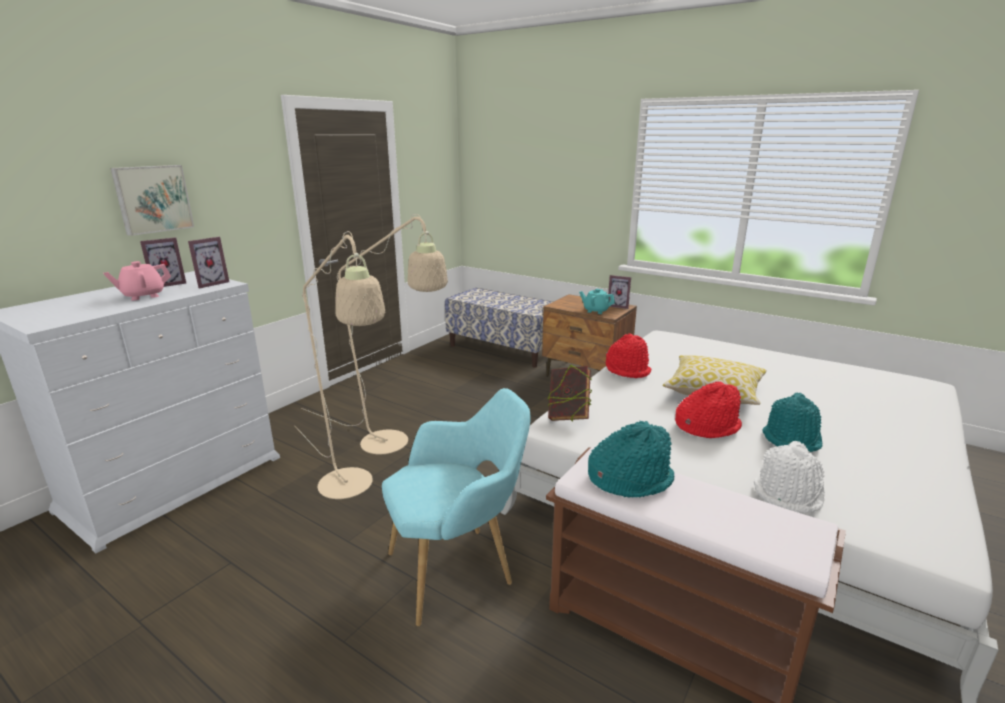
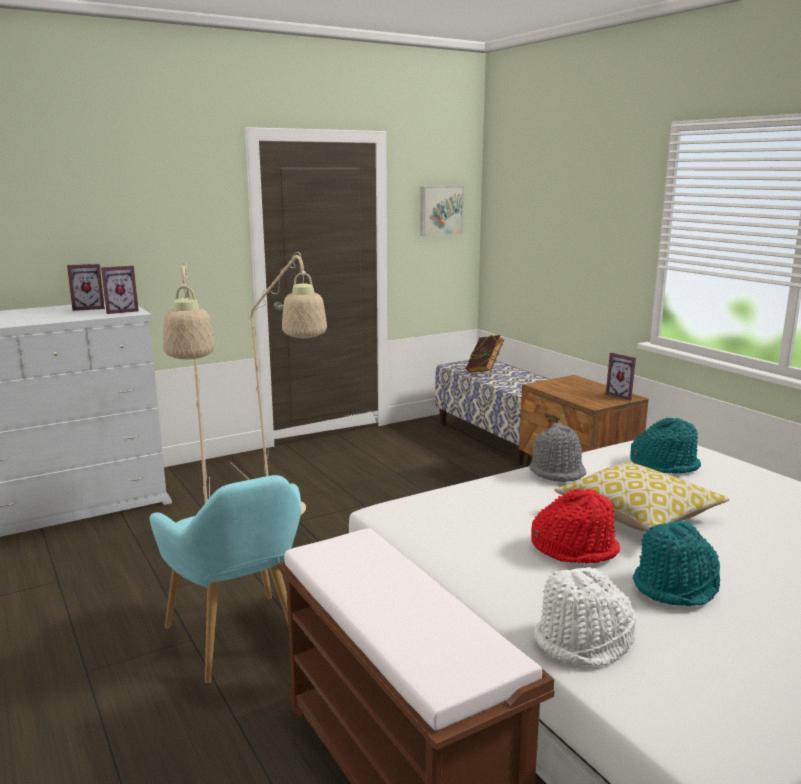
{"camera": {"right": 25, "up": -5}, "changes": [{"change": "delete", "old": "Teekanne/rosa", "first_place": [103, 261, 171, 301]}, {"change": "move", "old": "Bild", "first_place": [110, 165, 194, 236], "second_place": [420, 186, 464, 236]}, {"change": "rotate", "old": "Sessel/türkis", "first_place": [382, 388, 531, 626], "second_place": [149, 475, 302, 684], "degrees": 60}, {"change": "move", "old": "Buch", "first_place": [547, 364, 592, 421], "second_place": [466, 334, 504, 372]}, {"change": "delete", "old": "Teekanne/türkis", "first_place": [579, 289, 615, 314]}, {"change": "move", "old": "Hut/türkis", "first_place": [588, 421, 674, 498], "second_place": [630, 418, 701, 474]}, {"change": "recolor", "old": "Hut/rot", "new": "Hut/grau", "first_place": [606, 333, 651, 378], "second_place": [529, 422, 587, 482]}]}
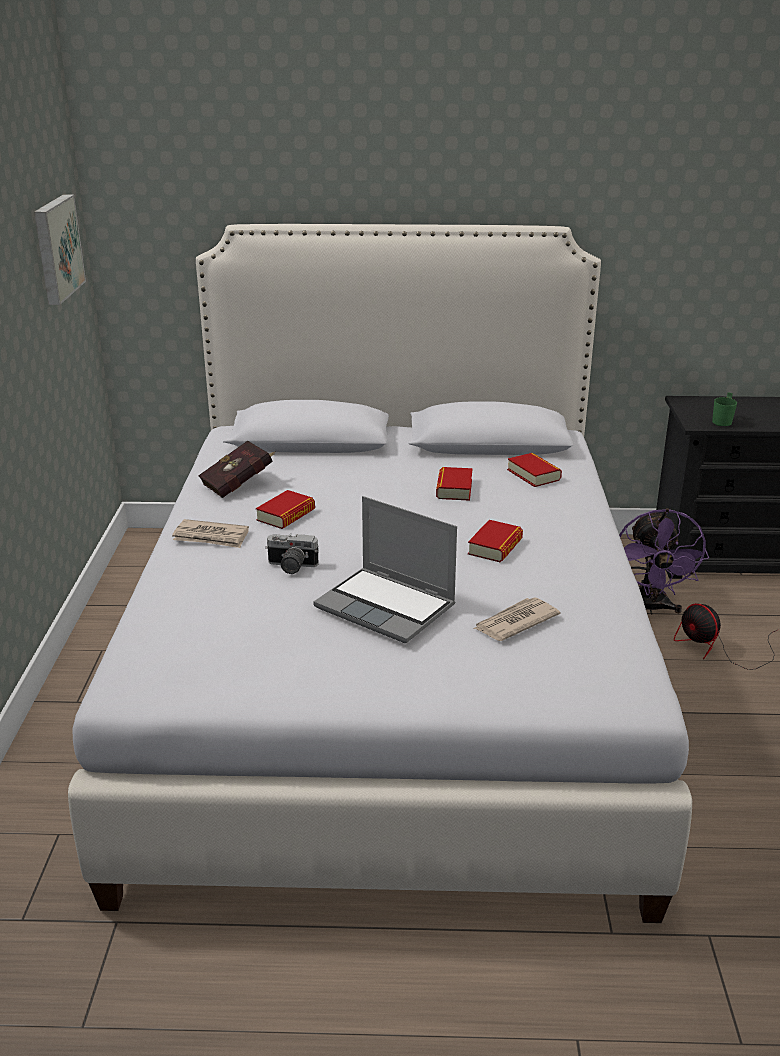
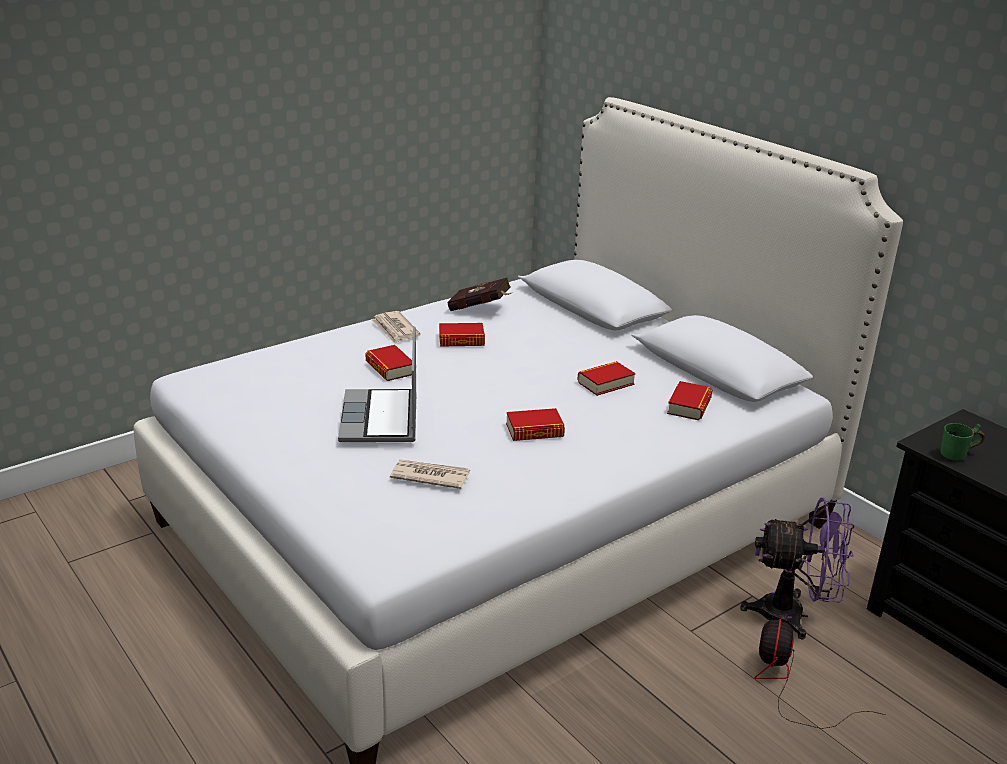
{"camera": {"right": 50, "up": 0}, "changes": [{"change": "delete", "old": "Bild", "first_place": [34, 194, 86, 305]}, {"change": "replace", "old": "Kamera", "new": "Buch", "first_place": [265, 534, 319, 574], "second_place": [365, 345, 412, 381]}, {"change": "rotate", "old": "Ventilator/lila", "first_place": [619, 509, 709, 615], "second_place": [740, 498, 854, 640], "degrees": -135}]}
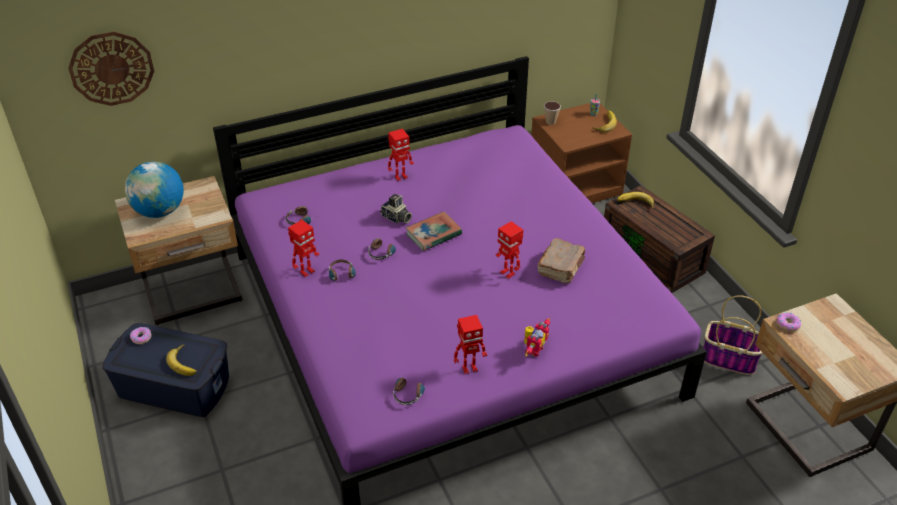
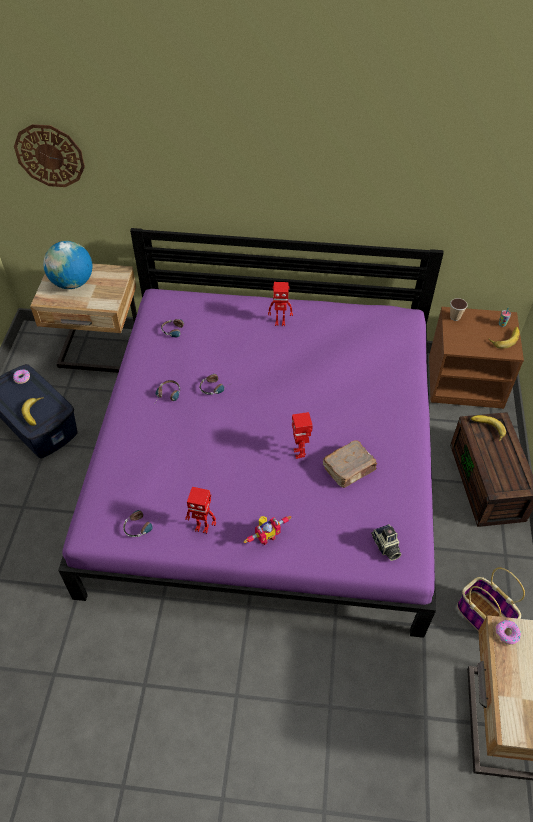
{"camera": {"right": 30, "up": 10}, "changes": [{"change": "delete", "old": "Spielzeugroboter", "first_place": [288, 220, 319, 277]}, {"change": "move", "old": "Kamera", "first_place": [380, 194, 412, 224], "second_place": [371, 524, 402, 561]}, {"change": "delete", "old": "Buch", "first_place": [406, 211, 462, 251]}]}
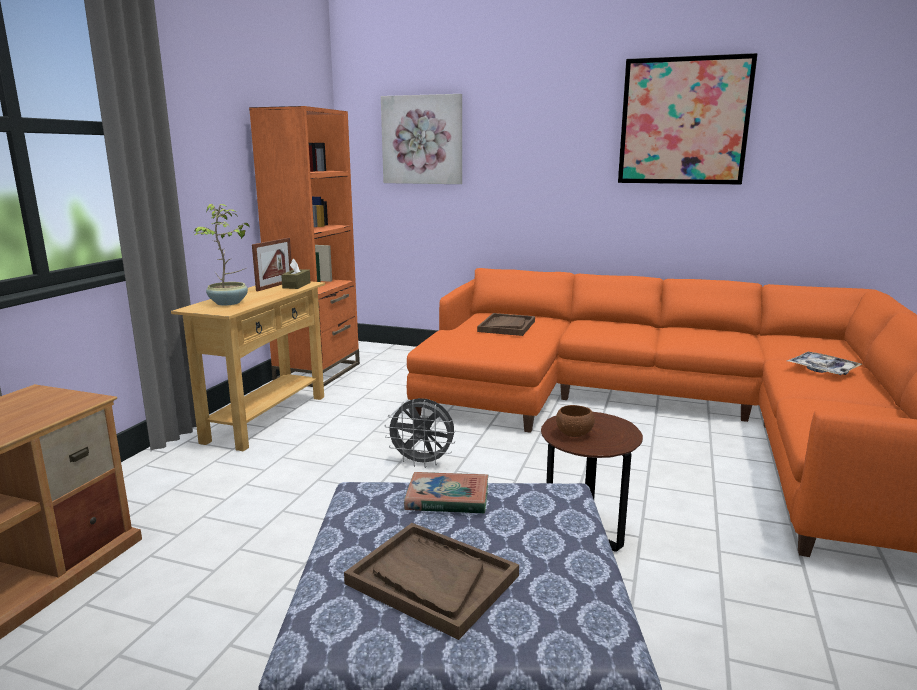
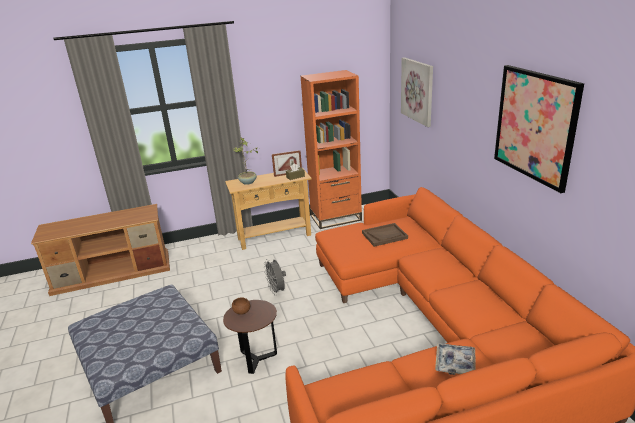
{"camera": {"right": 55, "up": 10}, "changes": [{"change": "delete", "old": "Tablett/braun", "first_place": [344, 523, 519, 640]}, {"change": "delete", "old": "Buch", "first_place": [404, 472, 488, 514]}]}
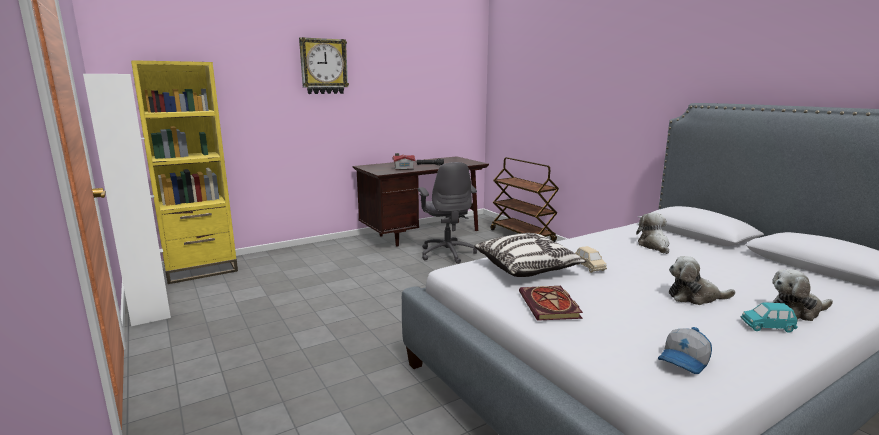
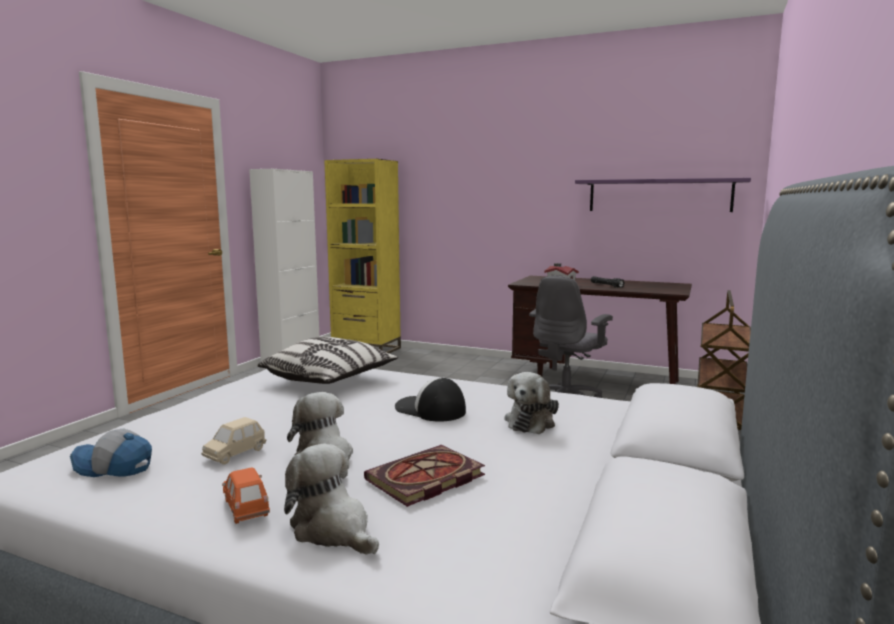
{"camera": {"right": 55, "up": -5}, "changes": [{"change": "delete", "old": "Wanduhr", "first_place": [299, 37, 349, 94]}, {"change": "move", "old": "Buch", "first_place": [519, 286, 583, 321], "second_place": [364, 445, 485, 507]}, {"change": "move", "old": "Spielzeugauto/beige", "first_place": [575, 246, 607, 273], "second_place": [201, 417, 266, 465]}, {"change": "rotate", "old": "Plüschtier", "first_place": [636, 213, 669, 254], "second_place": [505, 372, 559, 434], "degrees": 150}, {"change": "recolor", "old": "Spielzeugauto/türkis", "new": "Spielzeugauto/orange", "first_place": [741, 302, 798, 333], "second_place": [222, 467, 270, 524]}, {"change": "insert", "new": "Kappe", "second_place": [395, 378, 466, 421]}, {"change": "insert", "new": "Wandregal/lila", "second_place": [575, 178, 751, 212]}]}
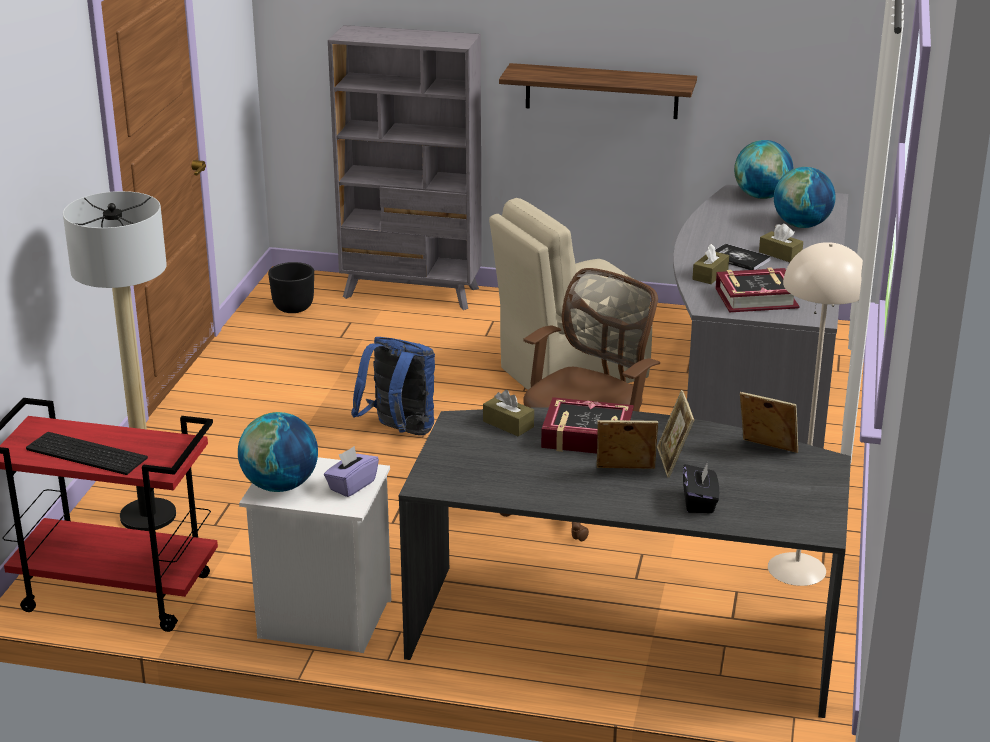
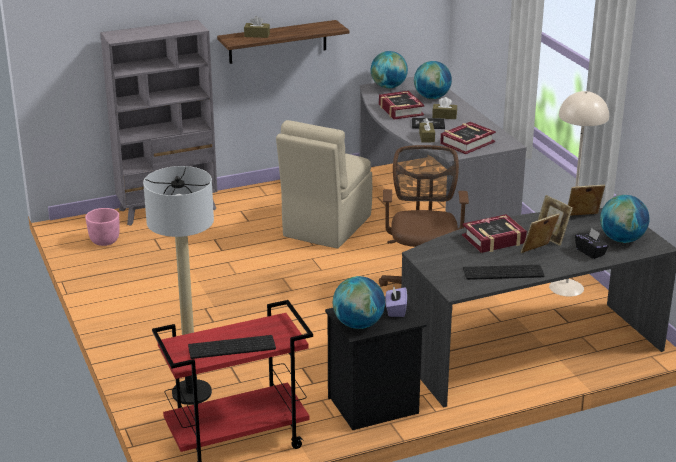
{"camera": {"right": -35, "up": 0}, "changes": [{"change": "recolor", "old": "Nachttisch/weiß", "new": "Nachttisch/schwarz", "first_place": [239, 457, 391, 653], "second_place": [325, 296, 427, 430]}, {"change": "recolor", "old": "Pflanzkübel/schwarz", "new": "Pflanzkübel/rosa", "first_place": [268, 262, 314, 313], "second_place": [85, 208, 120, 246]}, {"change": "delete", "old": "Rucksack/blau", "first_place": [351, 337, 435, 435]}, {"change": "move", "old": "Taschentuchbox/braun", "first_place": [483, 390, 534, 436], "second_place": [244, 16, 270, 38]}, {"change": "insert", "new": "Buch", "second_place": [379, 91, 424, 120]}, {"change": "insert", "new": "Tastatur", "second_place": [463, 265, 545, 280]}, {"change": "insert", "new": "Globus", "second_place": [600, 195, 649, 243]}]}
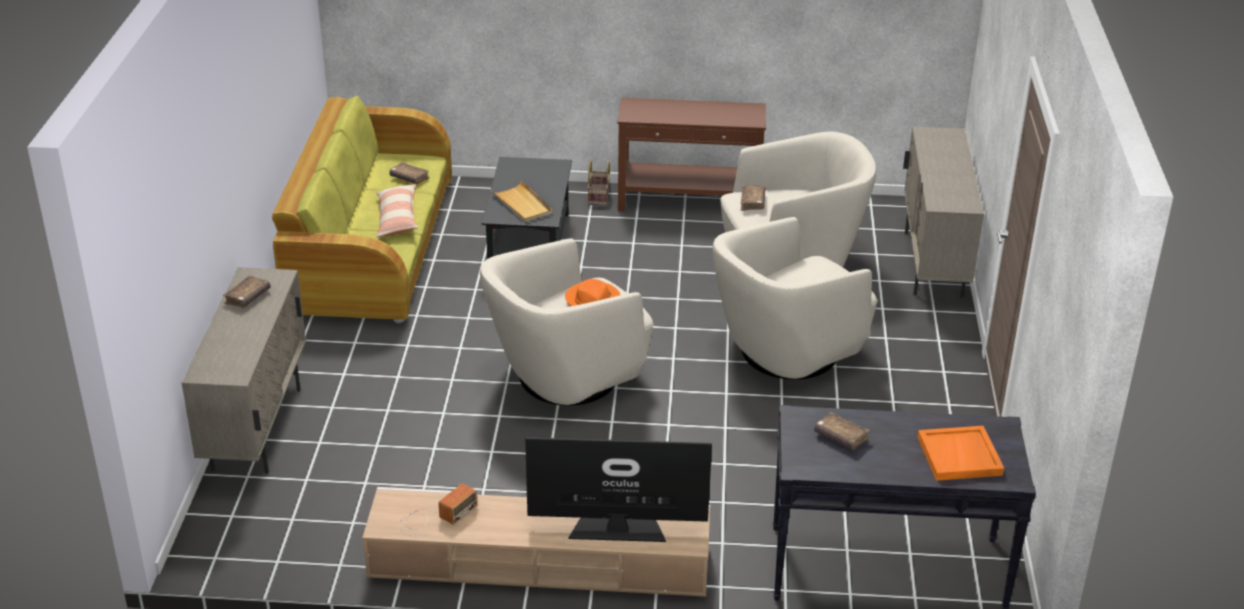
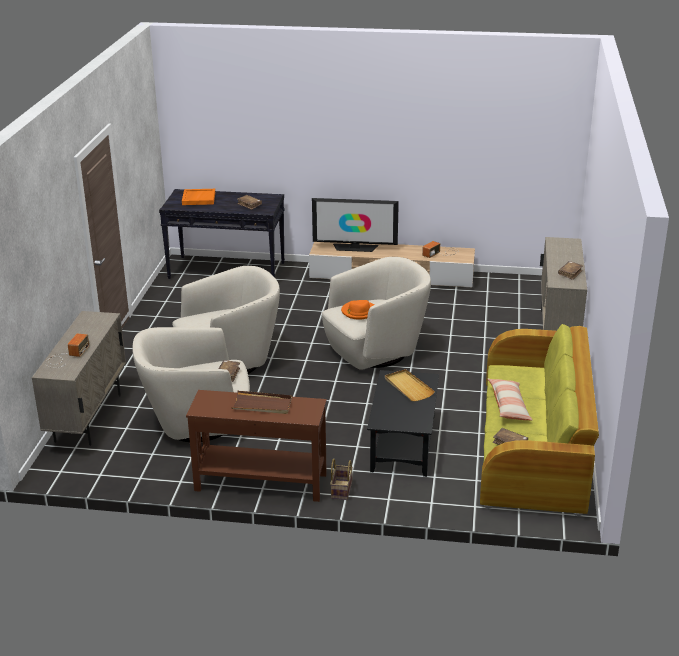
{"camera": {"right": -175, "up": -5}, "changes": [{"change": "insert", "new": "Radio", "second_place": [45, 333, 89, 368]}, {"change": "insert", "new": "Tablett/braun", "second_place": [231, 391, 292, 414]}]}
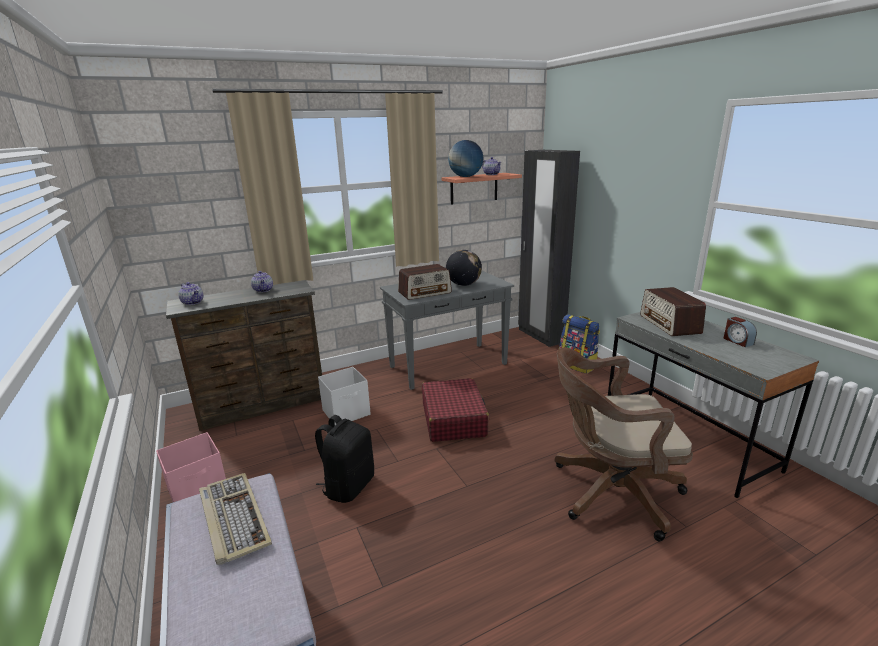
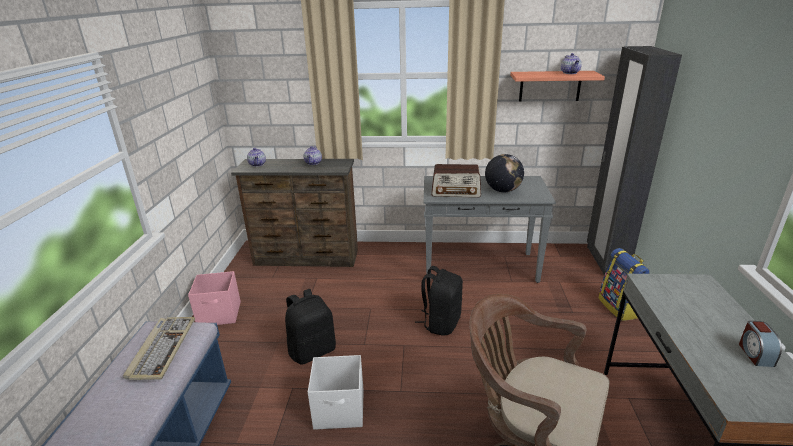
{"camera": {"right": 30, "up": 5}, "changes": [{"change": "move", "old": "Aufbewahrungsbox/weiß", "first_place": [318, 367, 371, 425], "second_place": [308, 355, 364, 430]}, {"change": "replace", "old": "Koffer/rot", "new": "Rucksack/schwarz", "first_place": [422, 378, 489, 442], "second_place": [415, 266, 463, 336]}, {"change": "delete", "old": "Globus", "first_place": [448, 140, 483, 177]}, {"change": "delete", "old": "Radio", "first_place": [640, 287, 706, 336]}]}
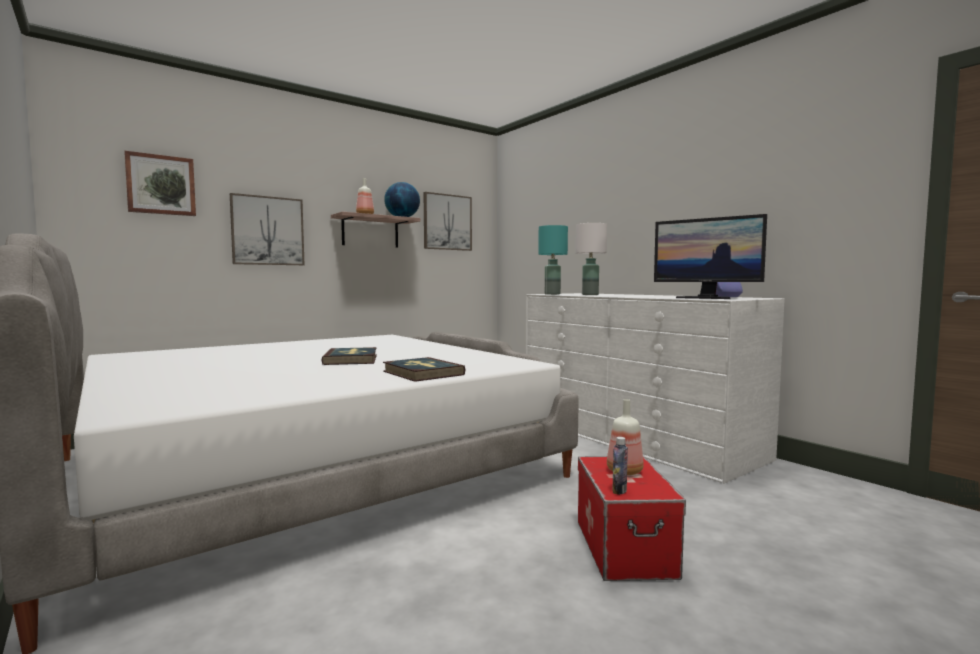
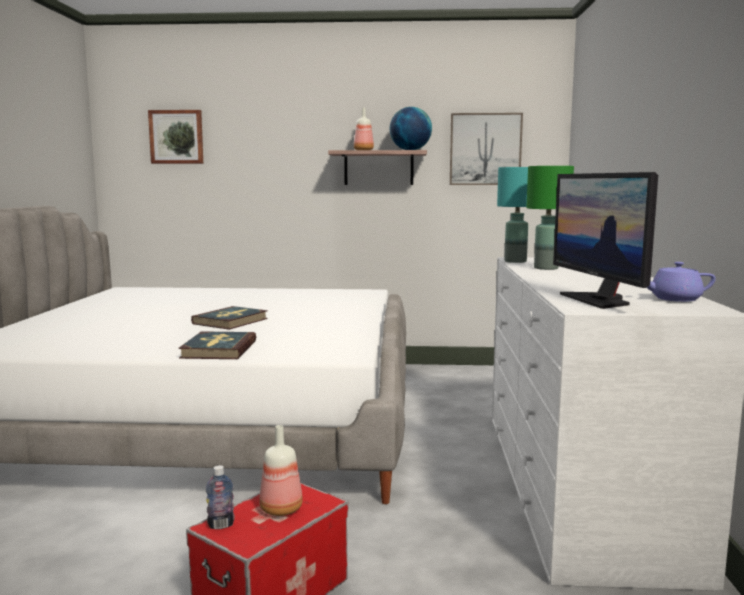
{"camera": {"right": 40, "up": 5}, "changes": [{"change": "delete", "old": "Bild", "first_place": [230, 193, 305, 265]}, {"change": "recolor", "old": "Tischlampe/weiß", "new": "Tischlampe/grün", "first_place": [576, 223, 607, 295], "second_place": [526, 166, 574, 270]}]}
